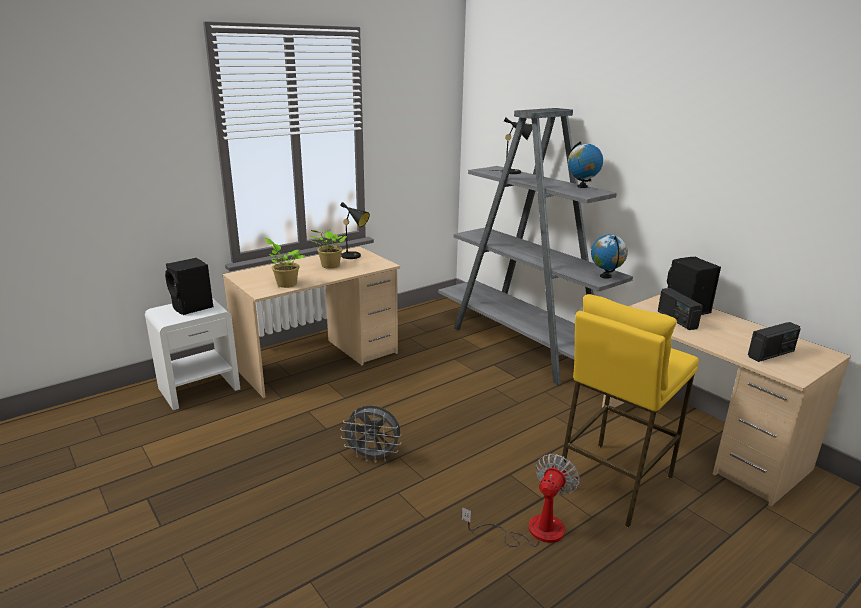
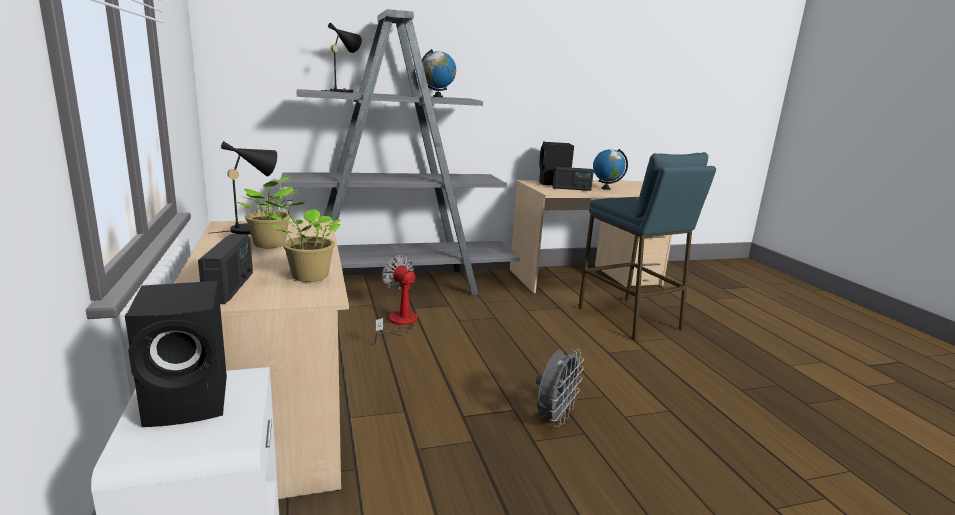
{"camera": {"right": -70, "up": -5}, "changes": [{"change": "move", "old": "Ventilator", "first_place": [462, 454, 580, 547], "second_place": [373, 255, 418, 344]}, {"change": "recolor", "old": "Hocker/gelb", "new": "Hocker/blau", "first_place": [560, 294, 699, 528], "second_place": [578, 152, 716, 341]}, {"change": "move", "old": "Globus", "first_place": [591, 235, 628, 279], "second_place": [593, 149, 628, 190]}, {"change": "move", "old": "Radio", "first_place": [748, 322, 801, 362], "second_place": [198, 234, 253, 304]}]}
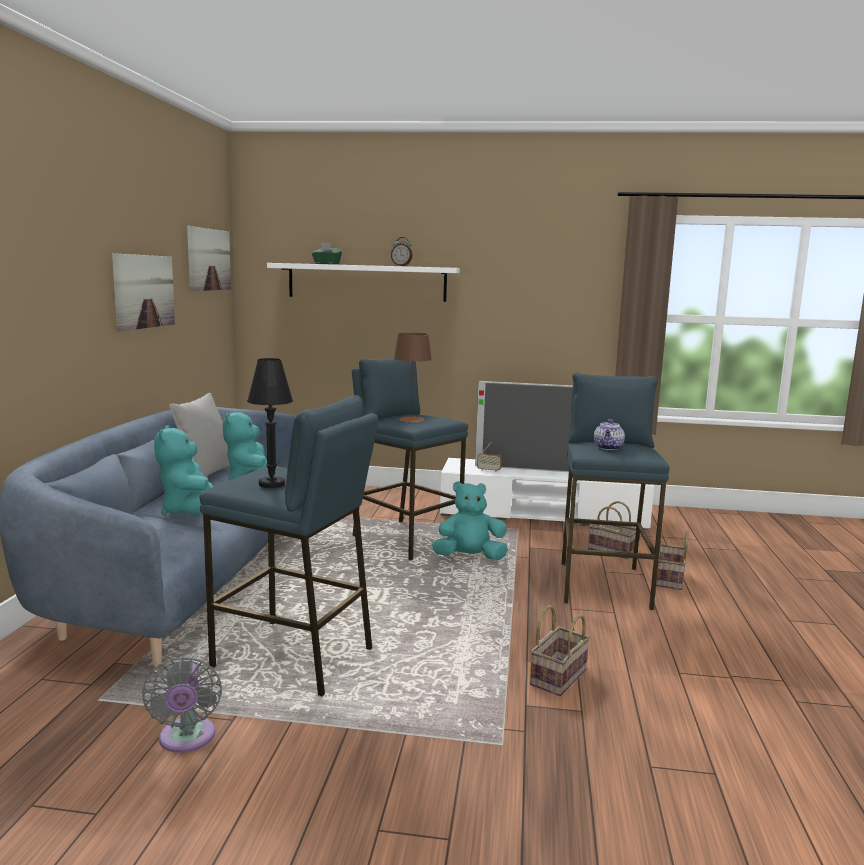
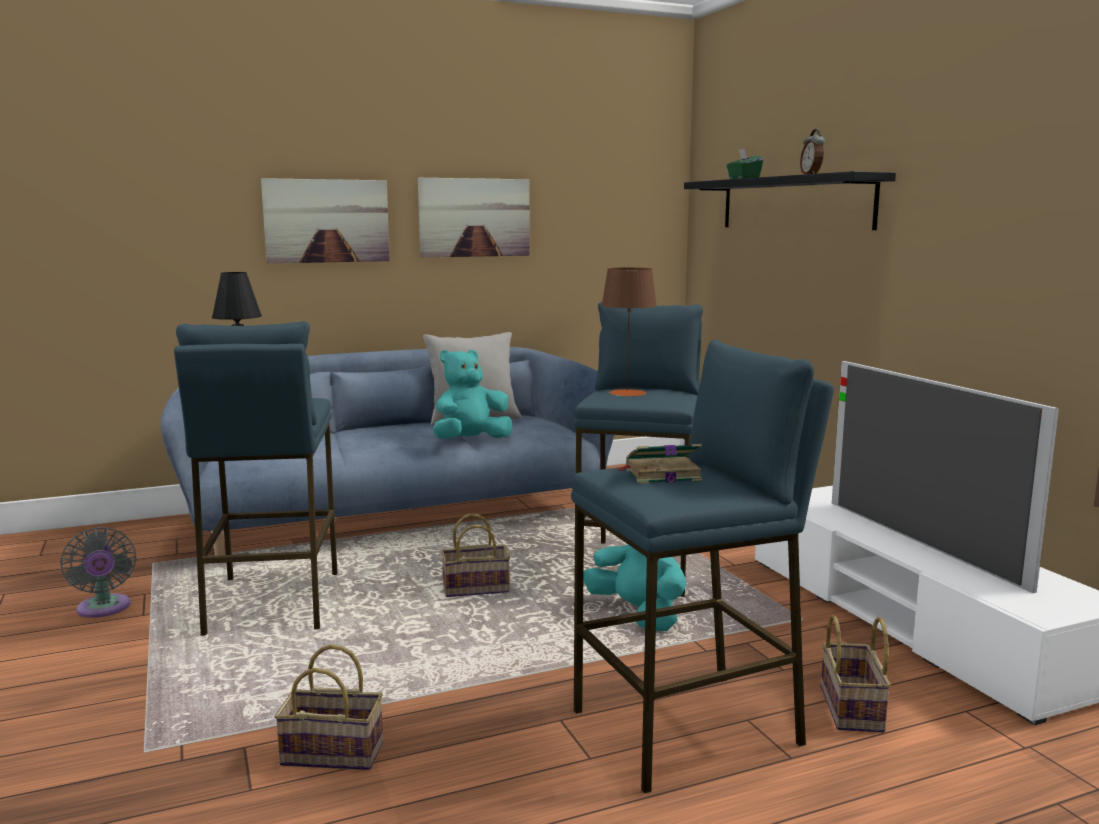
{"camera": {"right": 60, "up": 0}, "changes": [{"change": "rotate", "old": "Ventilator/grau", "first_place": [142, 656, 222, 753], "second_place": [60, 527, 137, 618], "degrees": -75}, {"change": "delete", "old": "Plüschtier/türkis", "first_place": [154, 425, 214, 515]}, {"change": "move", "old": "Bild", "first_place": [187, 226, 231, 291], "second_place": [261, 178, 390, 263]}, {"change": "recolor", "old": "Wandregal/weiß", "new": "Wandregal/schwarz", "first_place": [267, 263, 460, 302], "second_place": [684, 171, 896, 230]}, {"change": "delete", "old": "Radio", "first_place": [477, 442, 502, 472]}, {"change": "replace", "old": "Teekanne", "new": "Buch", "first_place": [594, 419, 625, 450], "second_place": [616, 444, 702, 484]}, {"change": "move", "old": "Korb", "first_place": [656, 529, 688, 590], "second_place": [441, 514, 510, 597]}]}
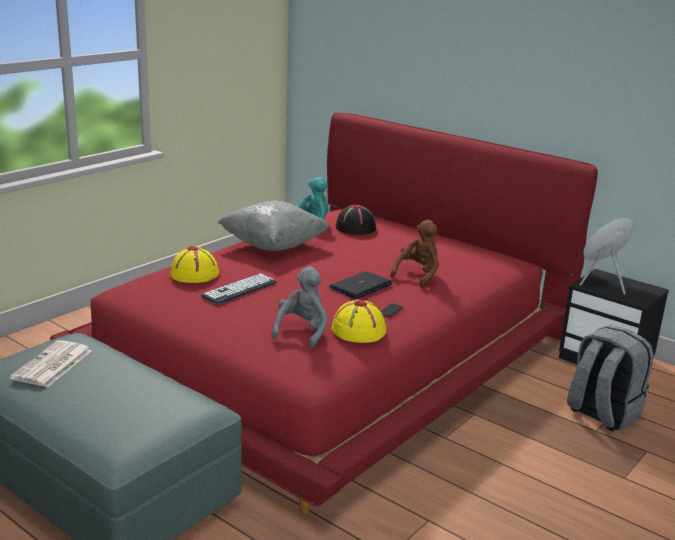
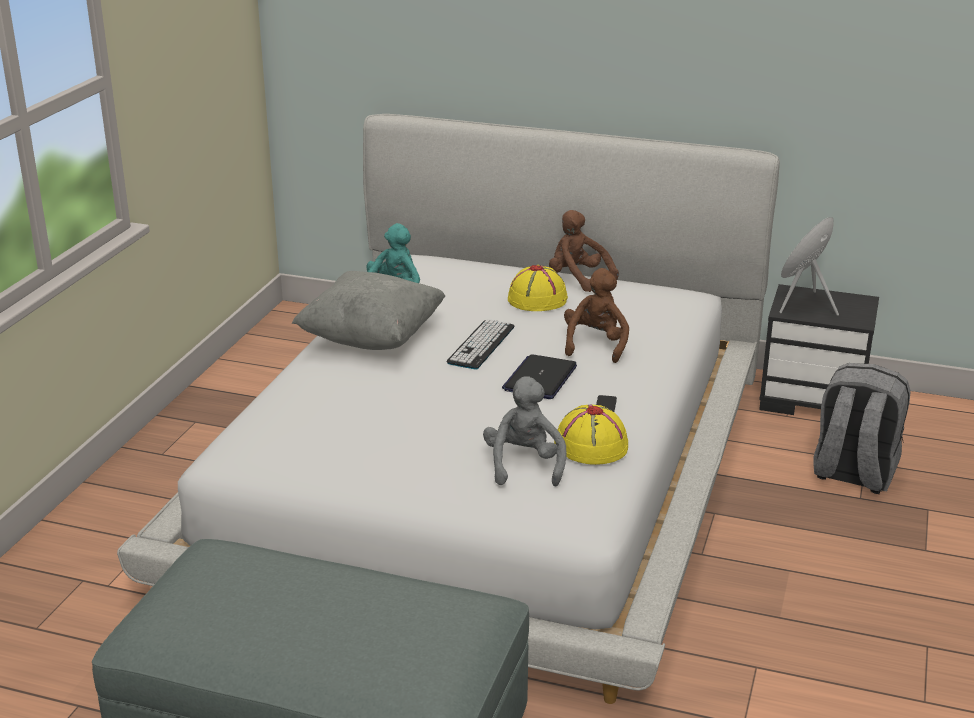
{"camera": {"right": -20, "up": 5}, "changes": [{"change": "delete", "old": "Zeitung", "first_place": [10, 340, 92, 387]}, {"change": "recolor", "old": "Bett/rot", "new": "Bett/weiß", "first_place": [50, 113, 598, 514], "second_place": [117, 114, 780, 704]}, {"change": "move", "old": "Hut/gelb", "first_place": [170, 246, 219, 283], "second_place": [508, 265, 568, 311]}, {"change": "move", "old": "Tastatur", "first_place": [201, 273, 277, 304], "second_place": [447, 319, 514, 369]}, {"change": "delete", "old": "Hut/schwarz", "first_place": [336, 205, 376, 235]}, {"change": "insert", "new": "Plüschtier/braun", "second_place": [549, 210, 619, 292]}]}
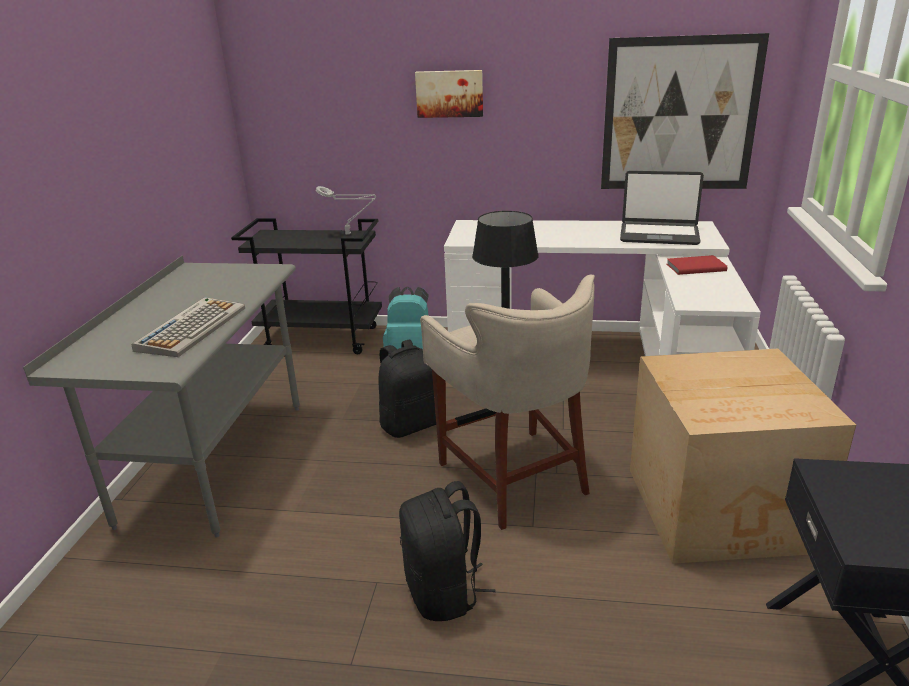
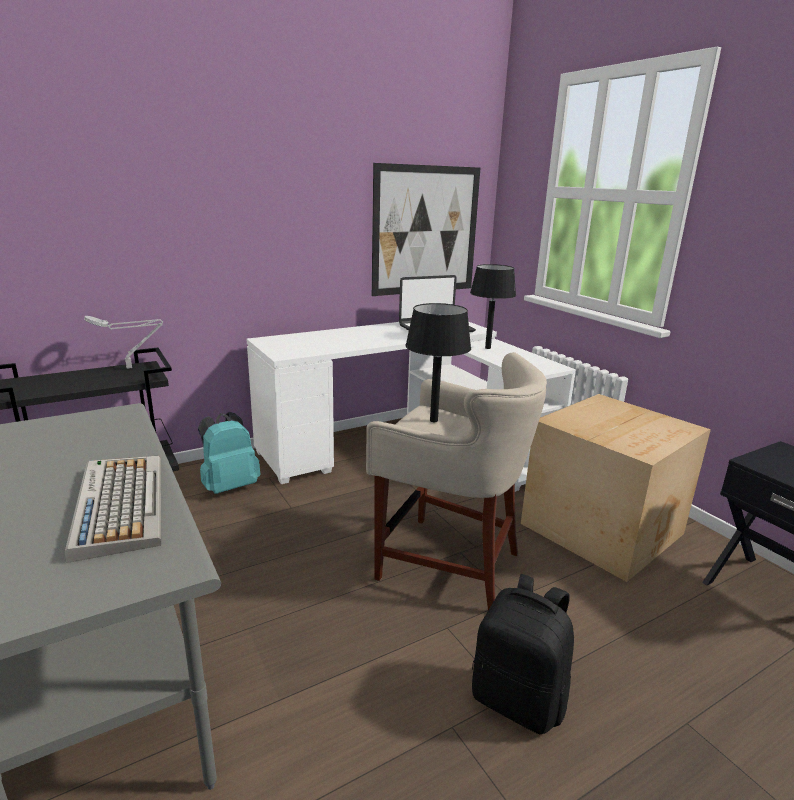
{"camera": {"right": -40, "up": -5}, "changes": [{"change": "delete", "old": "Rucksack/schwarz", "first_place": [378, 339, 436, 438]}, {"change": "delete", "old": "Bild", "first_place": [415, 70, 483, 118]}, {"change": "replace", "old": "Buch/rot", "new": "Tischlampe/schwarz", "first_place": [667, 255, 727, 275], "second_place": [470, 264, 516, 349]}]}
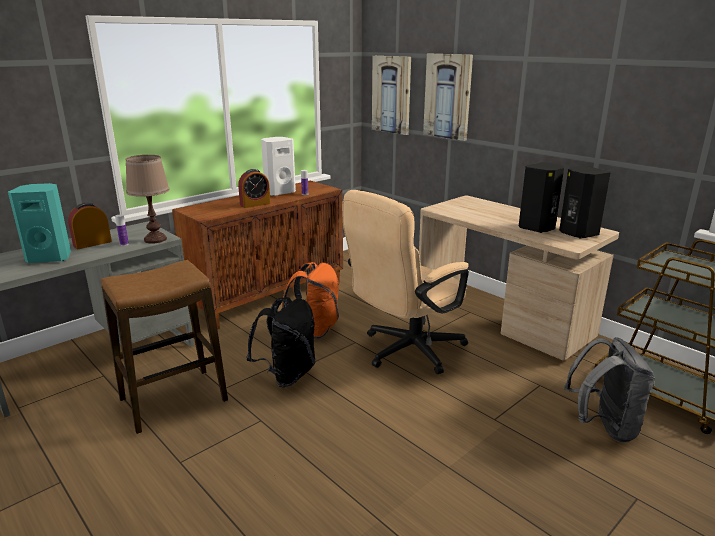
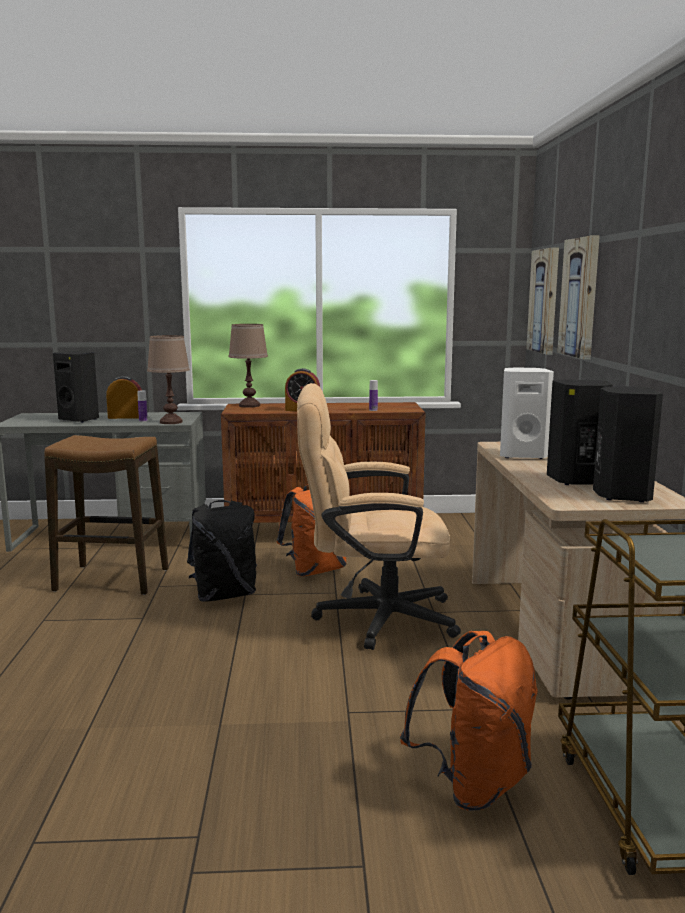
{"camera": {"right": 40, "up": -10}, "changes": [{"change": "recolor", "old": "Lautsprecher/türkis", "new": "Lautsprecher/schwarz", "first_place": [8, 183, 71, 263], "second_place": [53, 351, 99, 423]}, {"change": "move", "old": "Lautsprecher/weiß", "first_place": [261, 137, 296, 196], "second_place": [500, 368, 554, 459]}, {"change": "recolor", "old": "Rucksack/grau", "new": "Rucksack/orange", "first_place": [564, 337, 655, 442], "second_place": [400, 631, 537, 811]}, {"change": "insert", "new": "Tischlampe/braun", "second_place": [229, 324, 268, 408]}]}
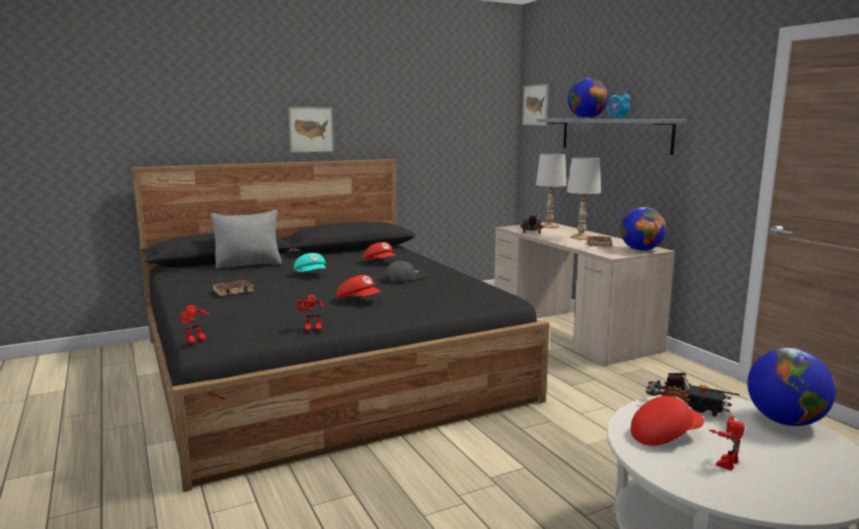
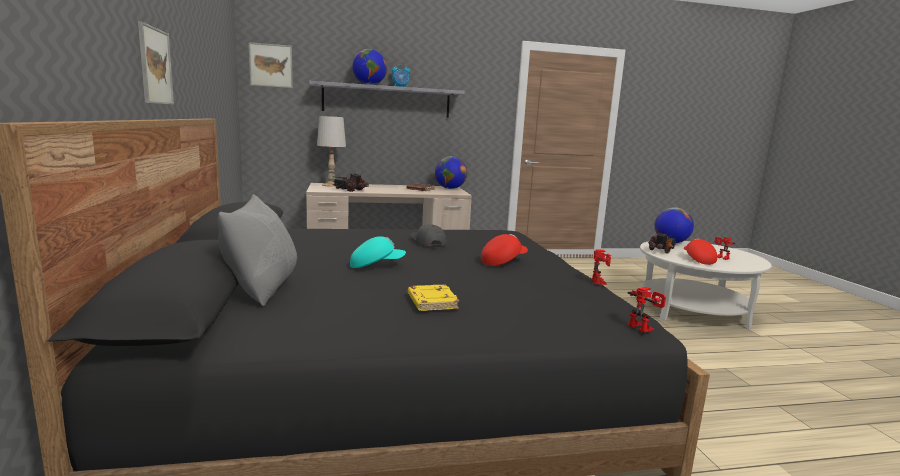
{"camera": {"right": -75, "up": 0}, "changes": [{"change": "recolor", "old": "Buch/braun", "new": "Buch/gelb", "first_place": [213, 280, 254, 296], "second_place": [408, 284, 459, 311]}, {"change": "delete", "old": "Kappe/rot", "first_place": [363, 242, 397, 260]}, {"change": "delete", "old": "Tischlampe/weiß", "first_place": [567, 157, 601, 240]}]}
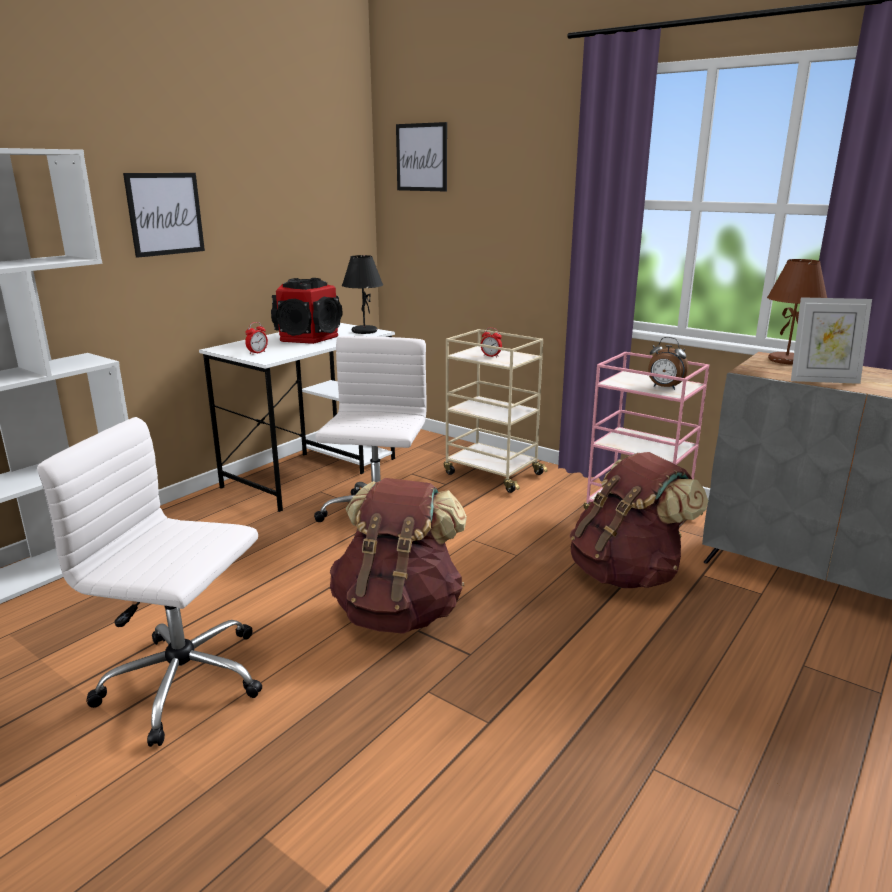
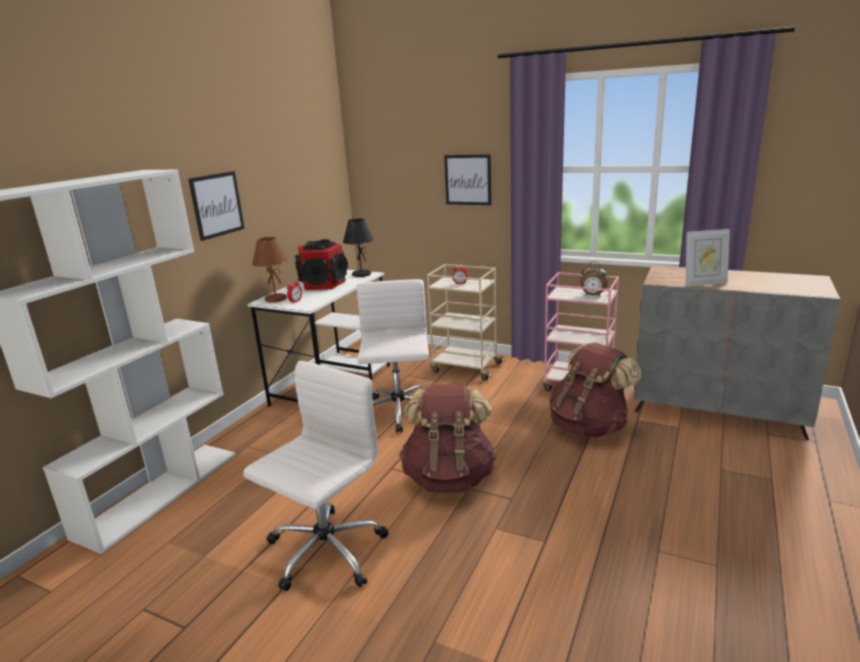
{"camera": {"right": -10, "up": 0}, "changes": [{"change": "rotate", "old": "Bürostuhl/weiß", "first_place": [37, 417, 262, 747], "second_place": [243, 361, 388, 591], "degrees": 120}, {"change": "move", "old": "Bild", "first_place": [396, 122, 447, 191], "second_place": [444, 154, 492, 205]}, {"change": "move", "old": "Tischlampe/braun", "first_place": [767, 259, 827, 365], "second_place": [252, 237, 288, 302]}]}
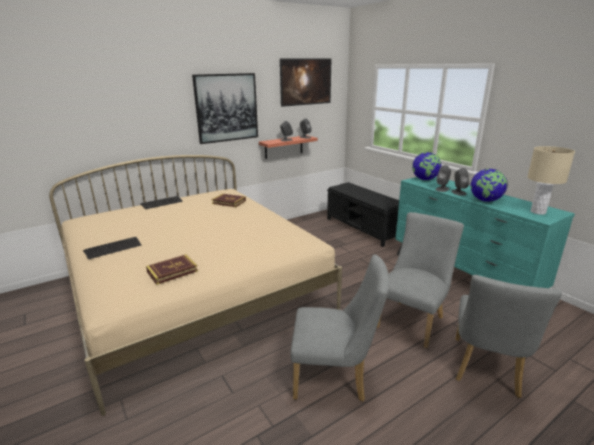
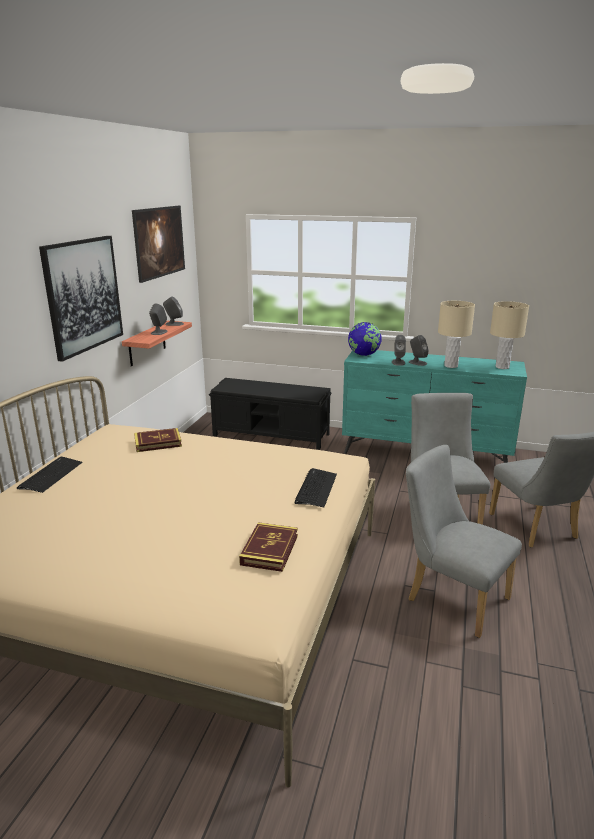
{"camera": {"right": -40, "up": 0}, "changes": [{"change": "move", "old": "Tastatur", "first_place": [83, 237, 141, 259], "second_place": [295, 468, 337, 507]}, {"change": "rotate", "old": "Stuhl/grau", "first_place": [290, 254, 390, 402], "second_place": [406, 445, 522, 638], "degrees": -105}, {"change": "replace", "old": "Globus", "new": "Tischlampe/beige", "first_place": [471, 169, 508, 202], "second_place": [438, 301, 475, 368]}]}
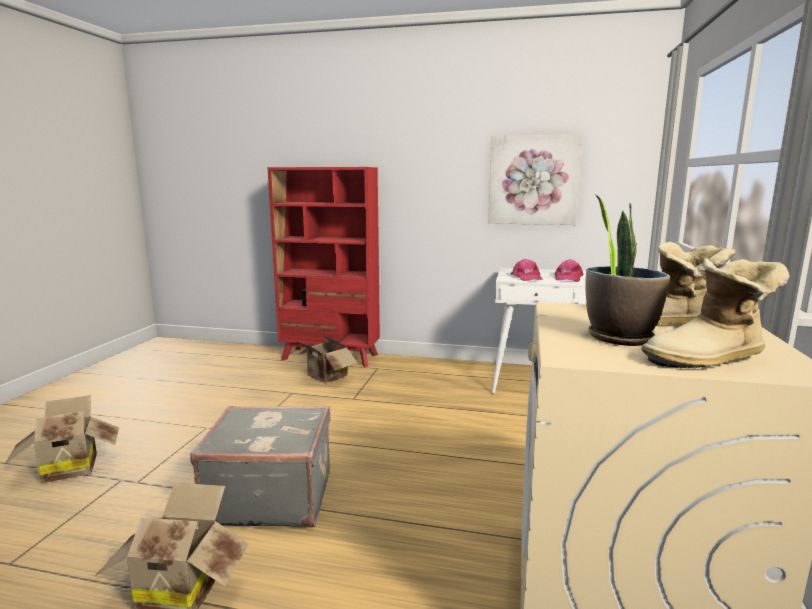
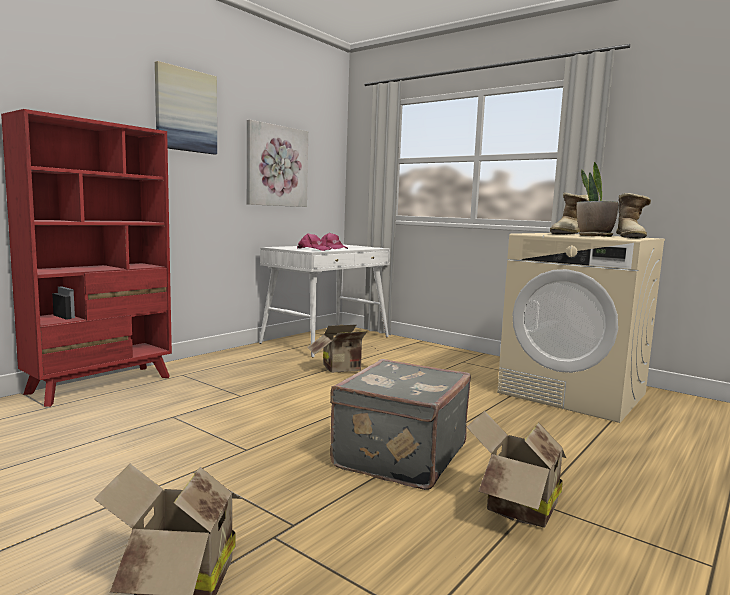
{"camera": {"right": -65, "up": -5}, "changes": [{"change": "move", "old": "Karton", "first_place": [296, 334, 358, 383], "second_place": [307, 325, 377, 373]}, {"change": "insert", "new": "Bild", "second_place": [155, 61, 217, 154]}]}
